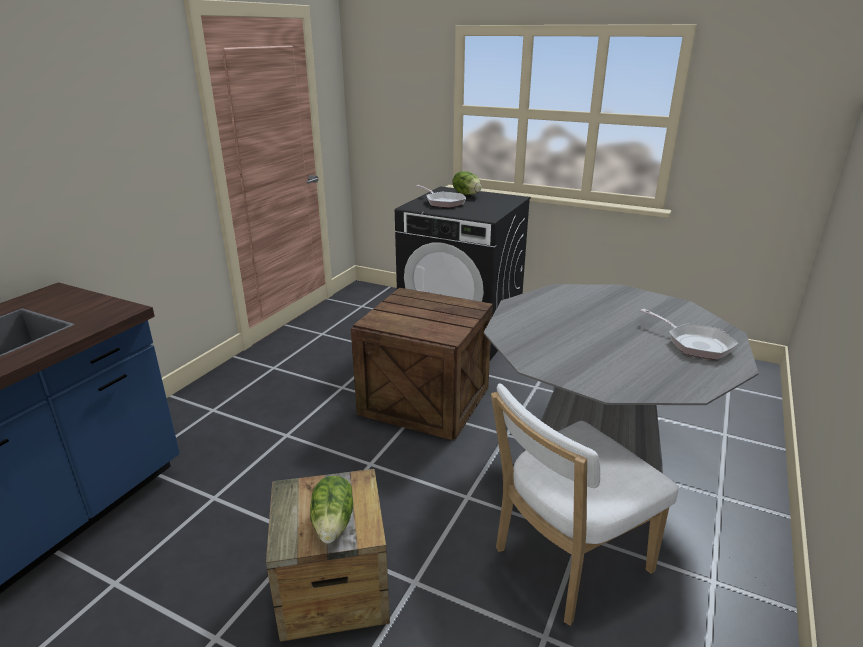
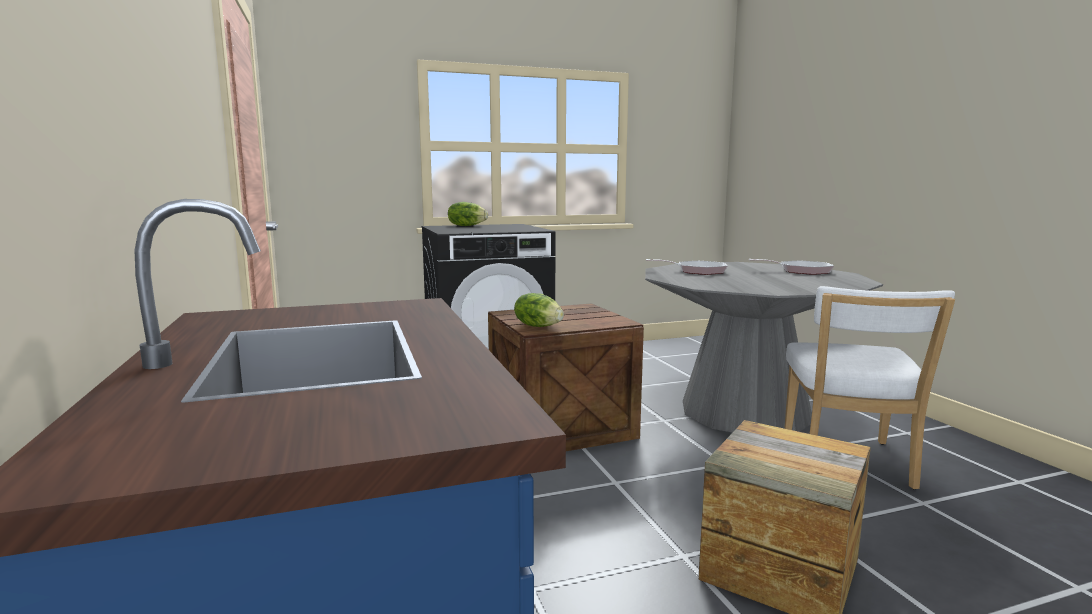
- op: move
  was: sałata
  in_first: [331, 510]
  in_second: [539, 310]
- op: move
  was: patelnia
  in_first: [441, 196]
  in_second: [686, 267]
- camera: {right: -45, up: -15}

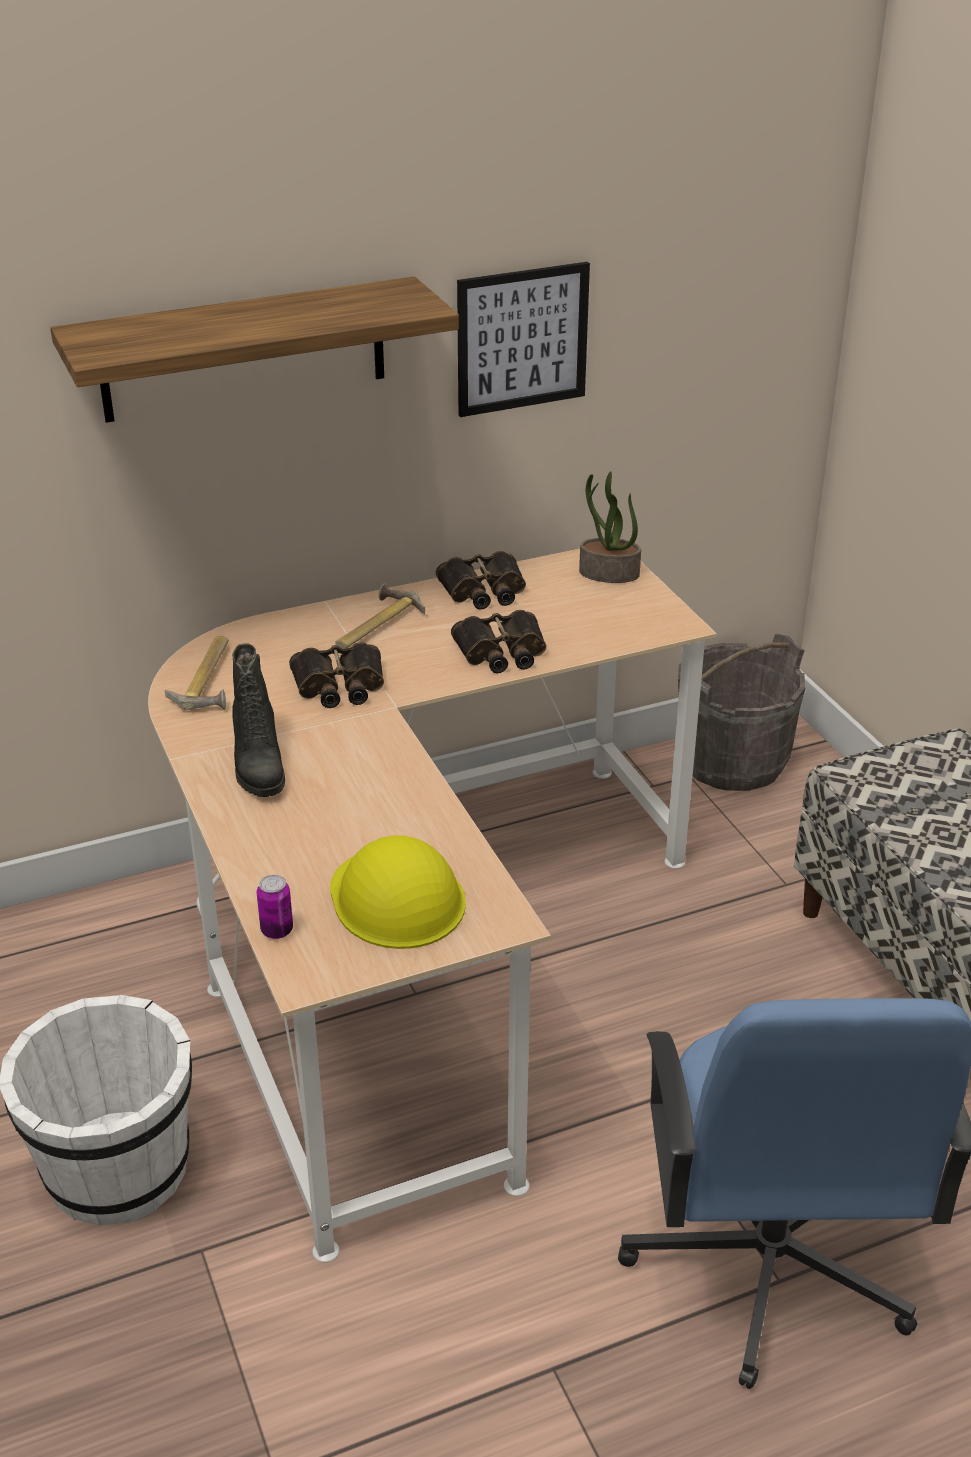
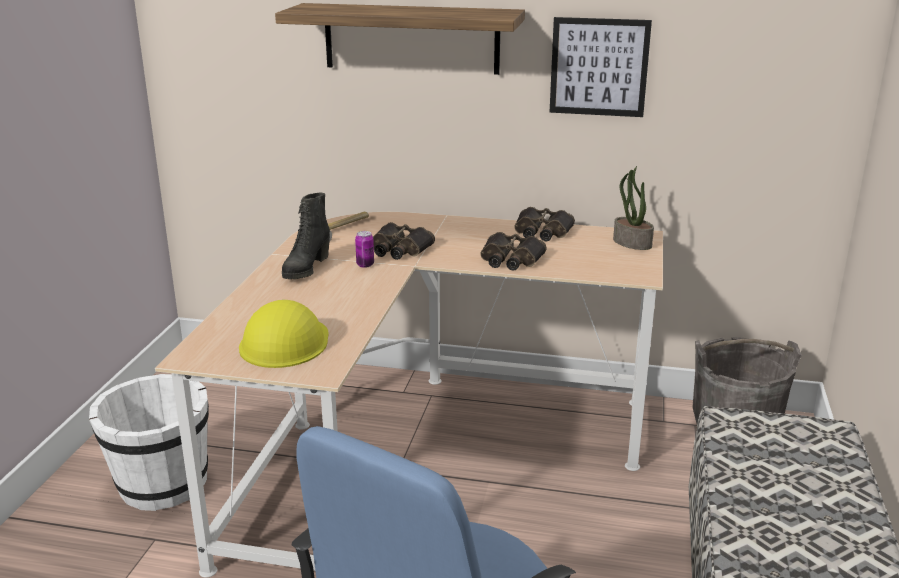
- op: move
  was: puszka
  in_first: [275, 907]
  in_second: [364, 249]
- op: delete
  was: młotek
  in_first: [380, 615]
- camera: {right: 35, up: -10}

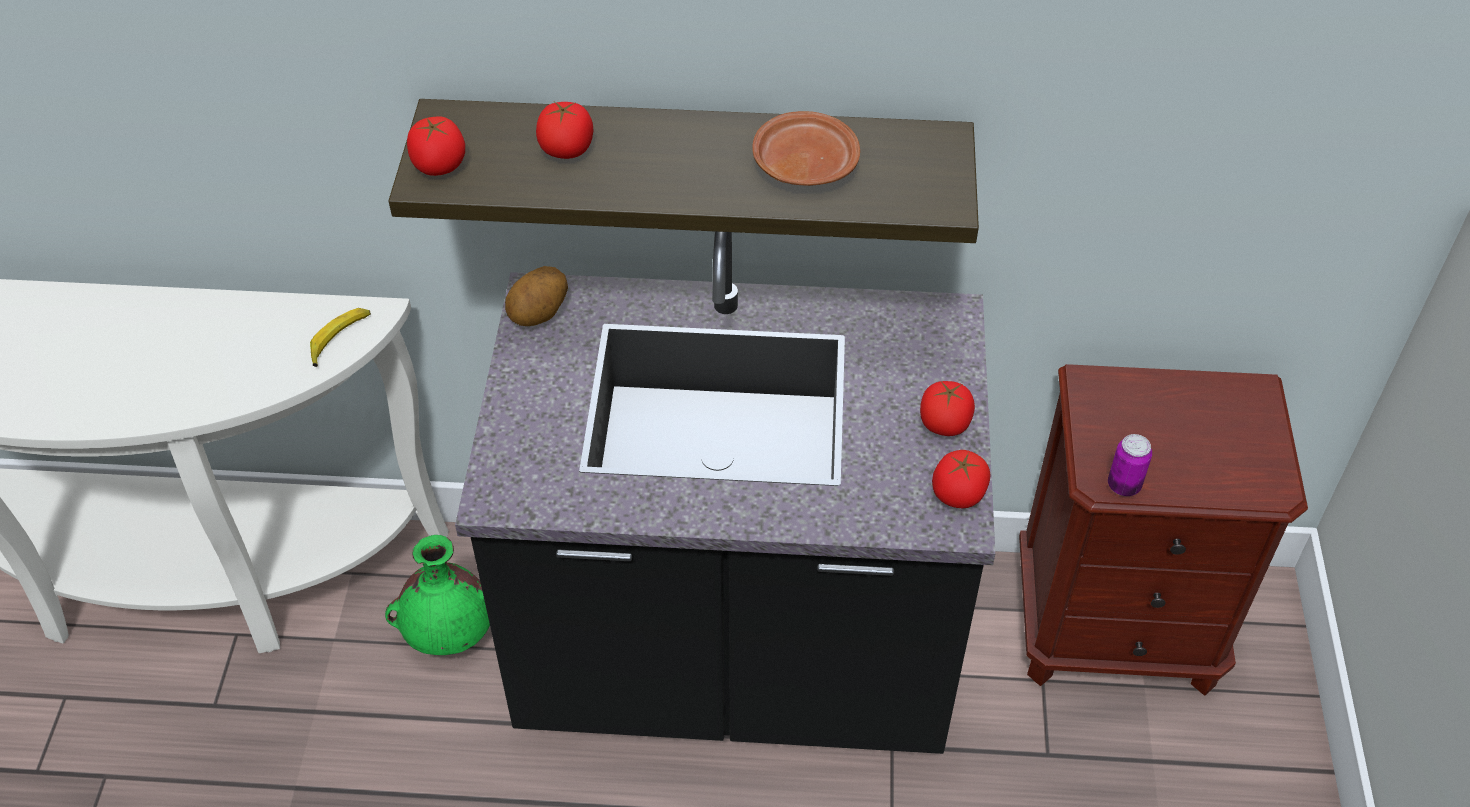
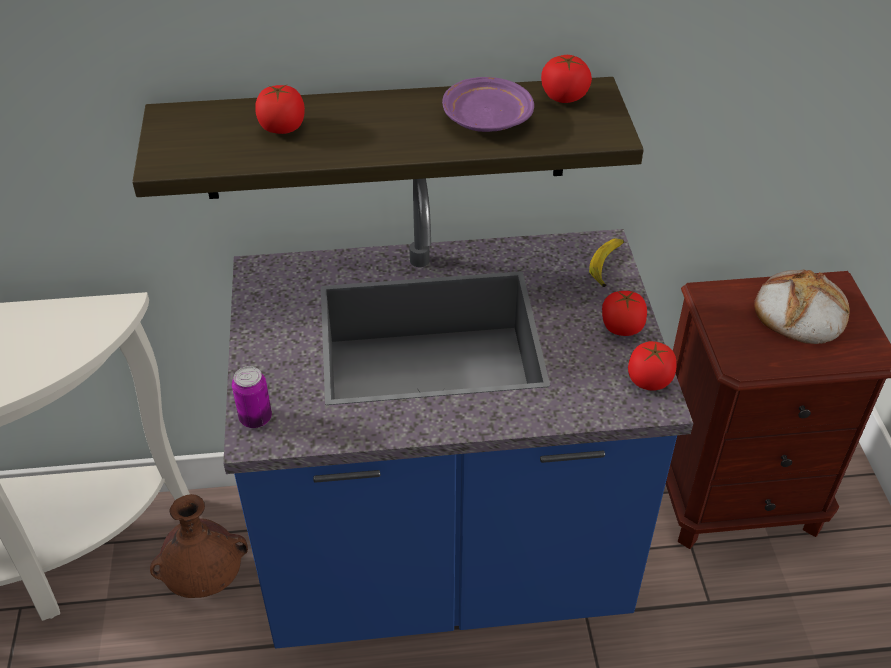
- op: recolor
  was: wazon/zielony
  now: wazon/brązowy
  in_first: [437, 595]
  in_second: [199, 546]
- op: recolor
  was: zabudowa kuchenna/czarny
  now: zabudowa kuchenna/niebieski
  in_first: [725, 493]
  in_second: [458, 413]
- op: move
  was: puszka
  in_first: [1130, 465]
  in_second: [252, 397]
- op: recolor
  was: talerz/brązowy
  now: talerz/fioletowy
  in_first: [806, 148]
  in_second: [488, 104]
- op: move
  was: pomidor
  in_first: [436, 146]
  in_second: [566, 79]
- op: move
  was: banan
  in_first: [340, 337]
  in_second: [606, 262]
- op: insert
  now: chleb
  in_second: [802, 306]
- op: delete
  was: ziemniak
  in_first: [536, 296]
- camera: {right: -10, up: -5}

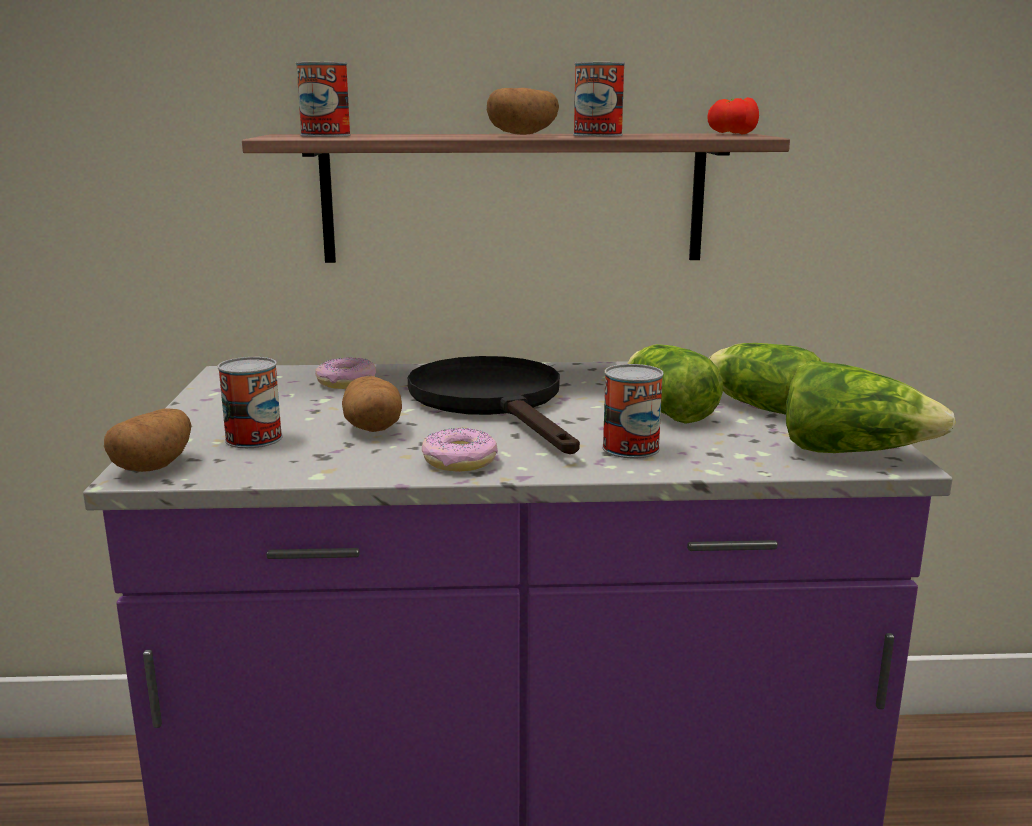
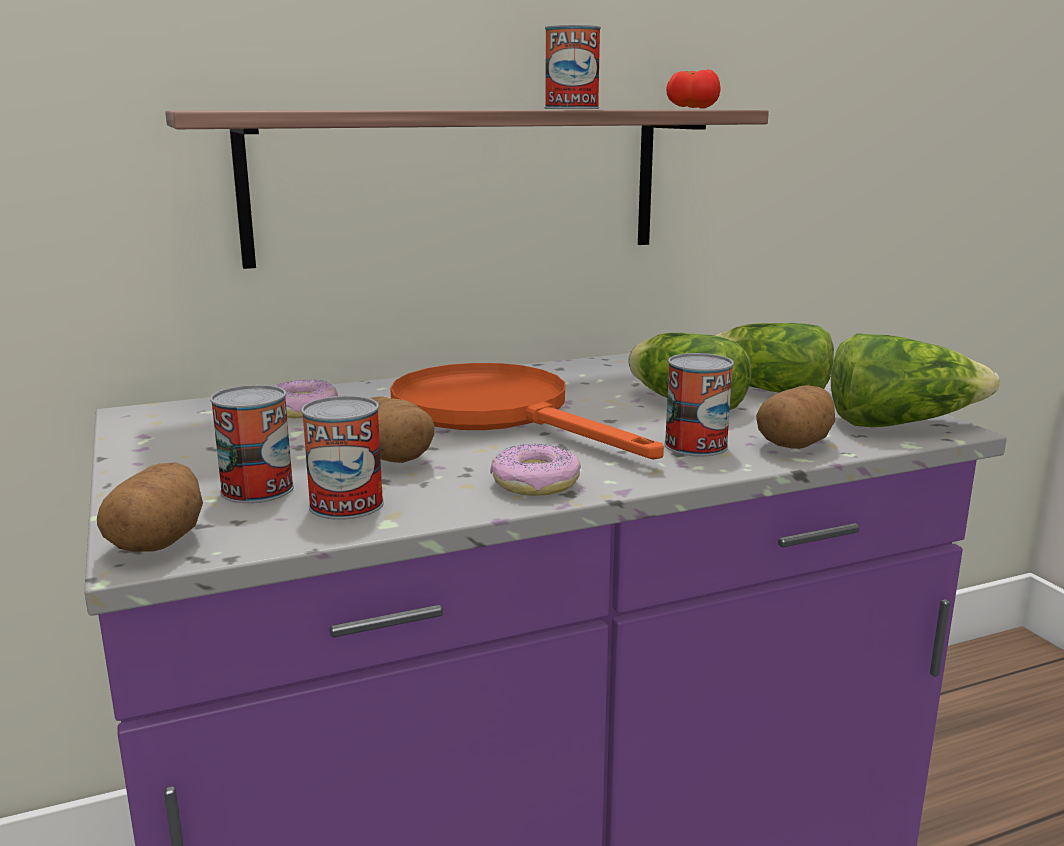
- op: move
  was: puszka
  in_first: [323, 99]
  in_second: [342, 458]
- op: recolor
  was: patelnia/czarny
  now: patelnia/pomarańczowy
  in_first: [494, 405]
  in_second: [527, 411]
- op: move
  was: ziemniak
  in_first: [523, 111]
  in_second: [795, 417]
- camera: {right: -20, up: 0}

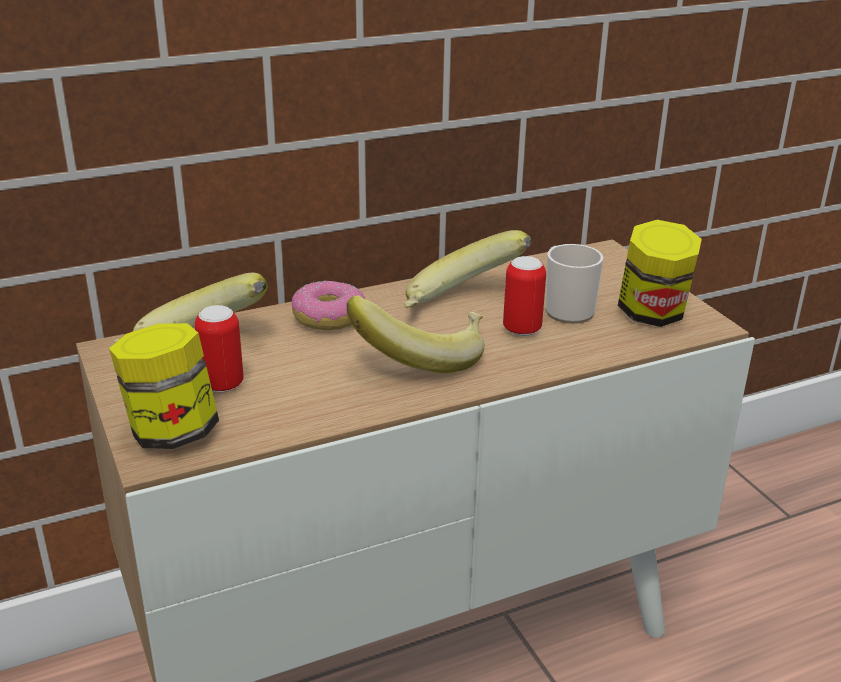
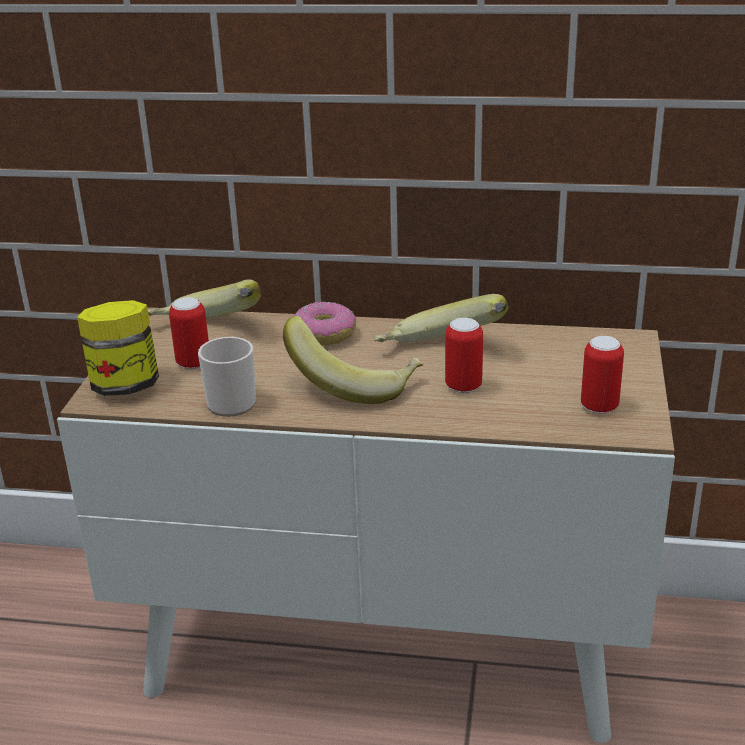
- op: move
  was: kubek
  in_first: [574, 283]
  in_second: [227, 377]
- op: replace
  was: słoik
  now: puszka
  in_first: [660, 273]
  in_second: [602, 375]
- camera: {right: 35, up: 0}

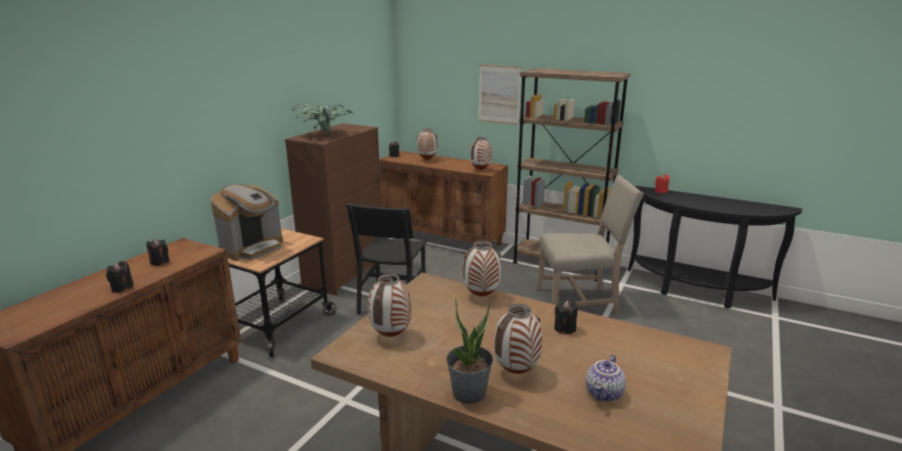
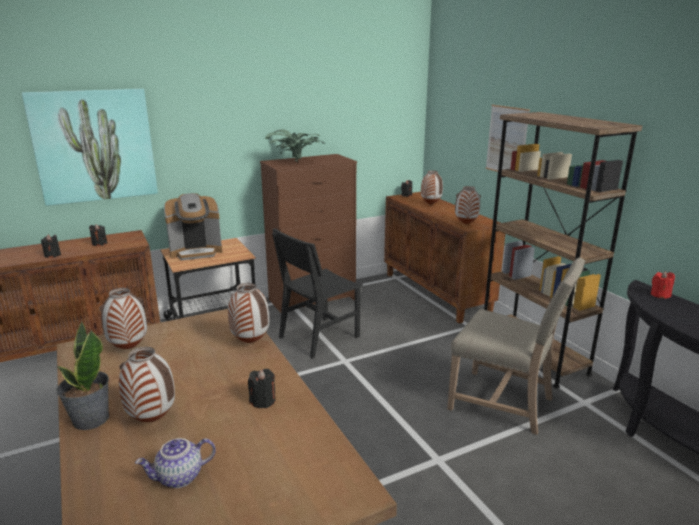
- op: insert
  now: obraz
  in_second: [90, 147]
- camera: {right: 35, up: 0}

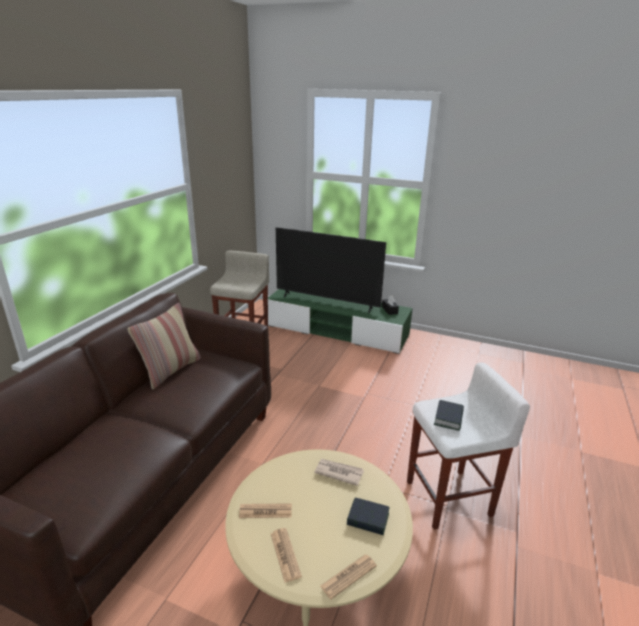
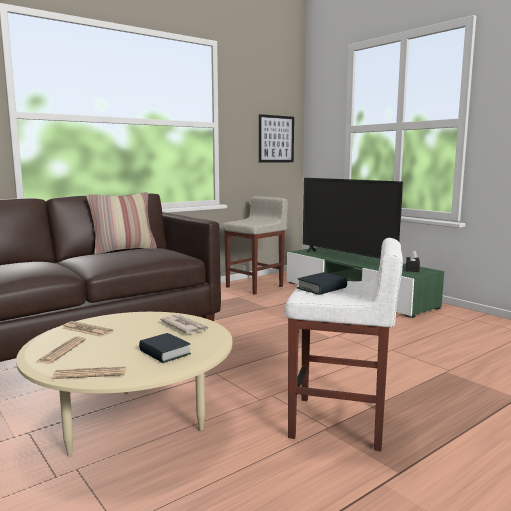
- op: insert
  now: obraz
  in_second: [276, 138]
- camera: {right: 30, up: -15}

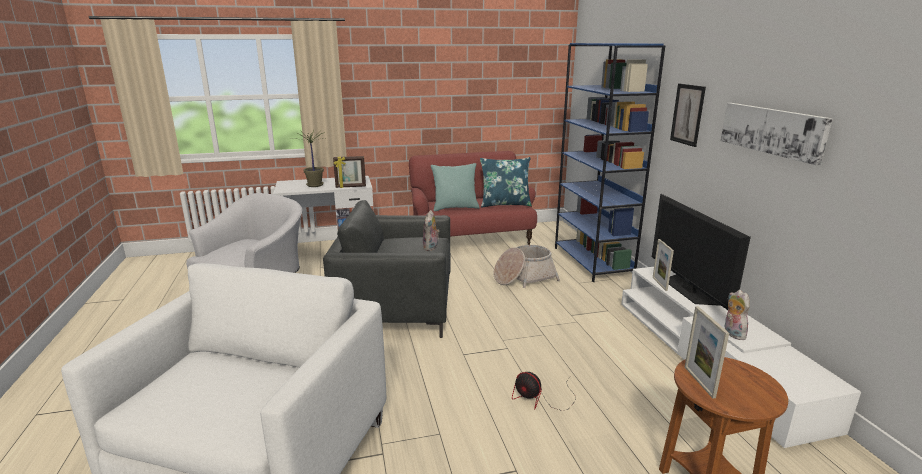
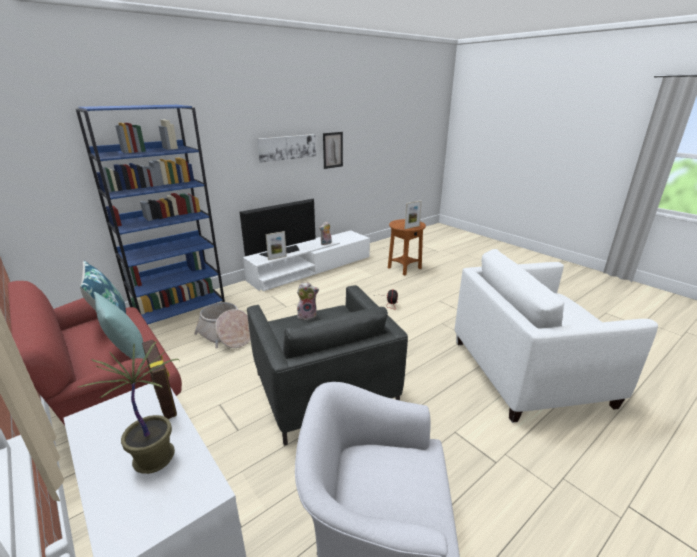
- op: move
  was: obraz
  in_first: [688, 115]
  in_second: [333, 150]
- camera: {right: -115, up: 5}

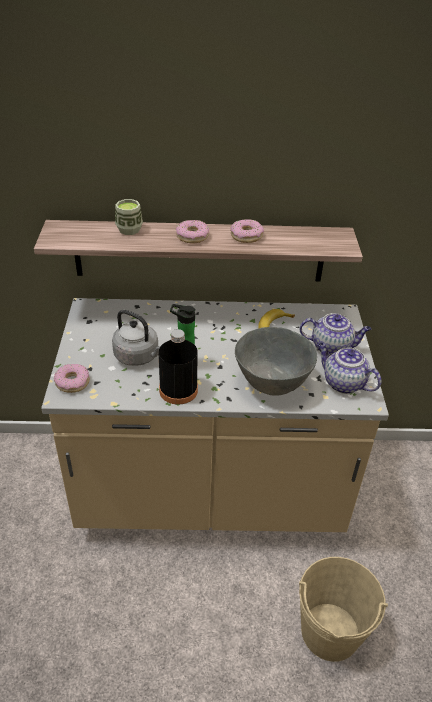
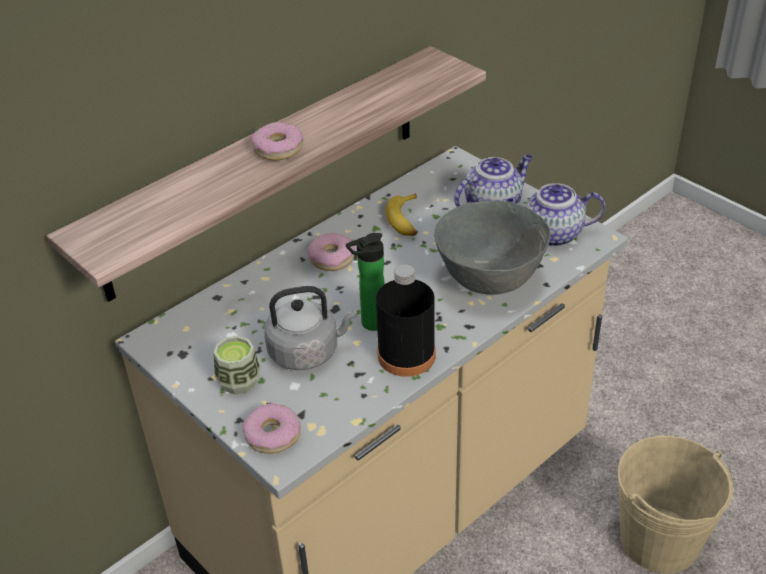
- op: move
  was: filiżanka
  in_first: [129, 217]
  in_second: [237, 365]
- op: move
  was: donut
  in_first: [247, 231]
  in_second: [331, 252]
- camera: {right: -40, up: 0}

